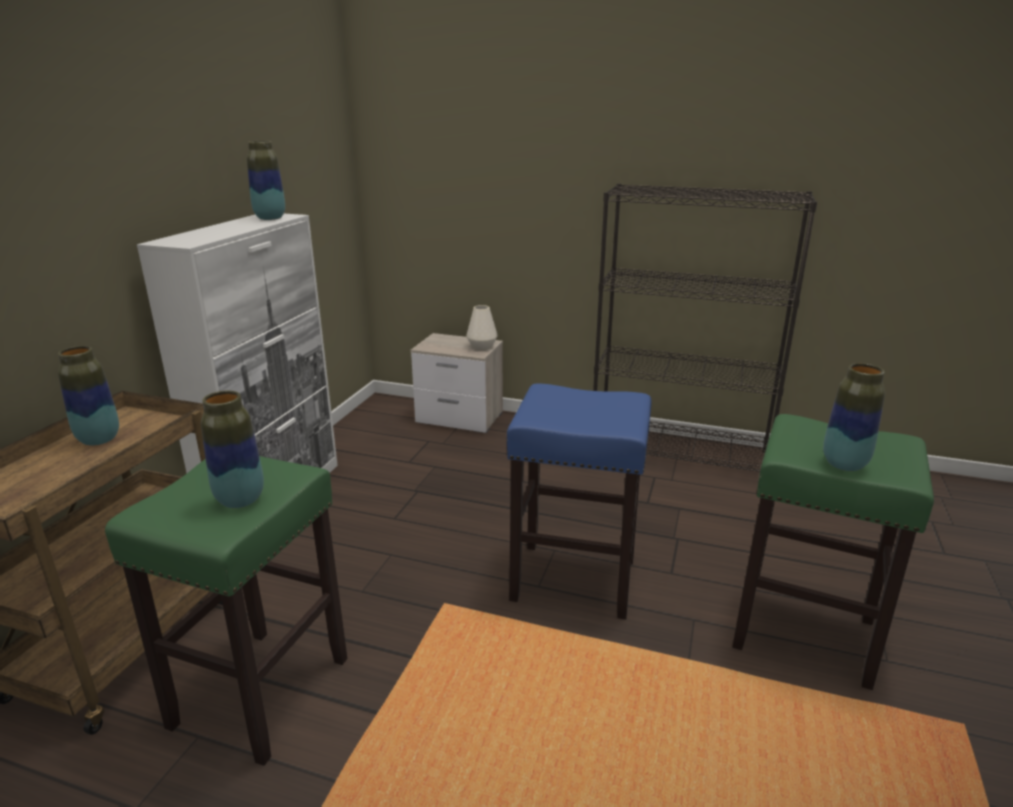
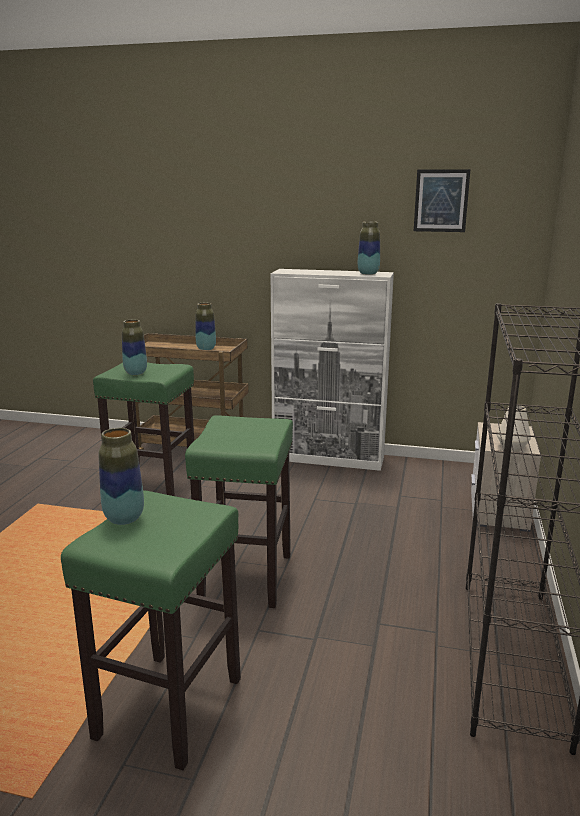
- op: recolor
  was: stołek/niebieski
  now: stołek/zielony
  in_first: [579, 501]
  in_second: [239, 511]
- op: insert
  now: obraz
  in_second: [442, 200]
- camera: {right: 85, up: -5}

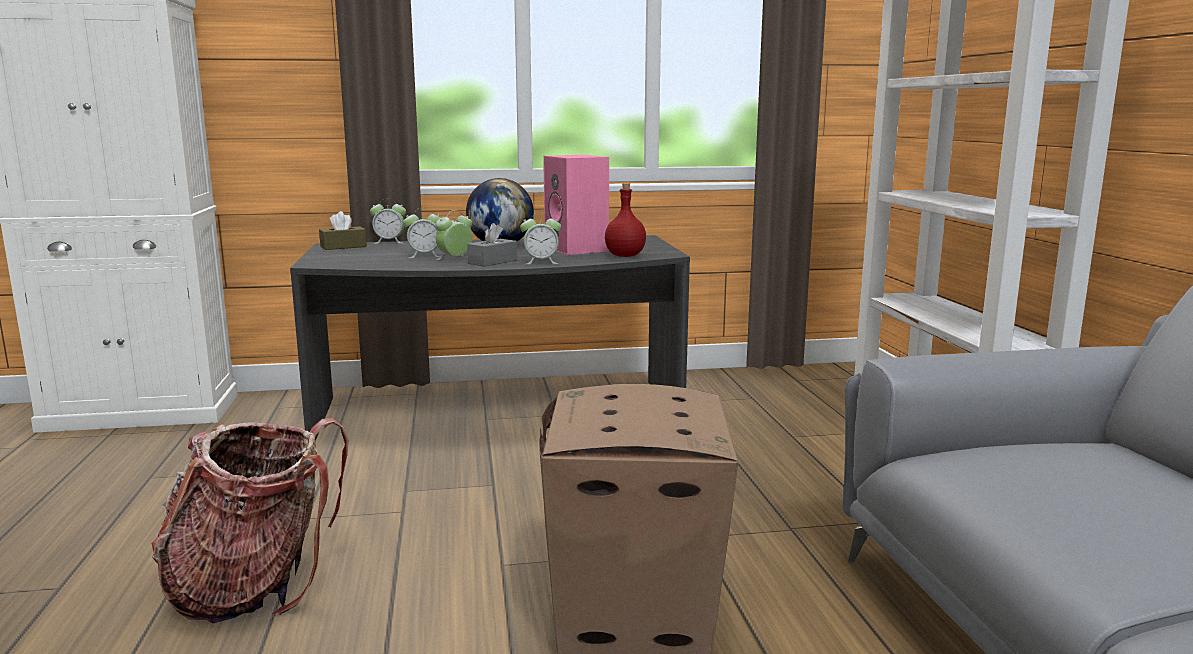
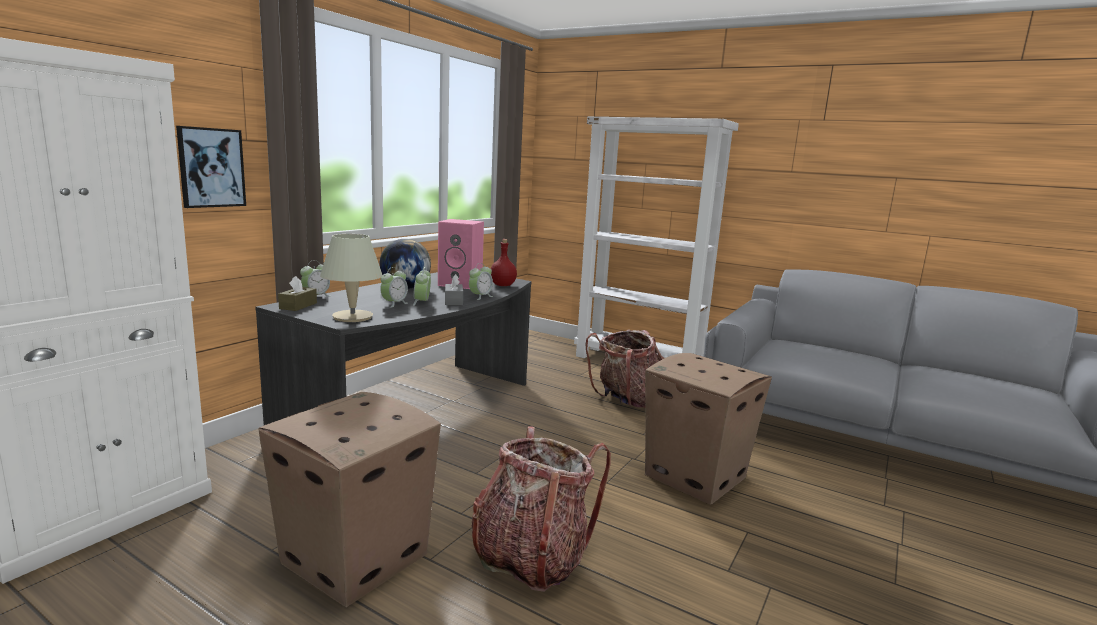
- op: insert
  now: obraz
  in_second: [211, 167]
- op: insert
  now: karton
  in_second: [350, 499]
- op: insert
  now: lampa stołowa/beżowy
  in_second: [351, 278]
- op: insert
  now: plecak
  in_second: [625, 368]
- camera: {right: -50, up: 0}

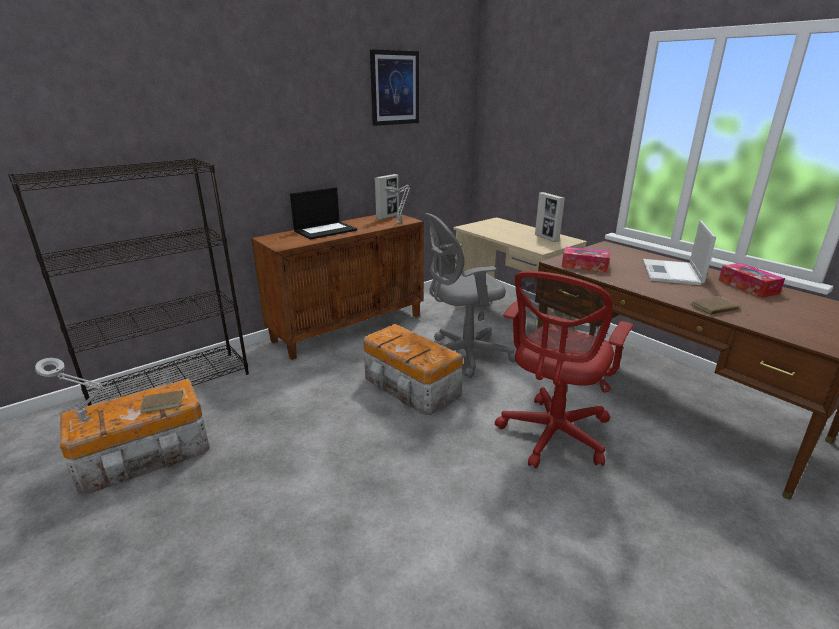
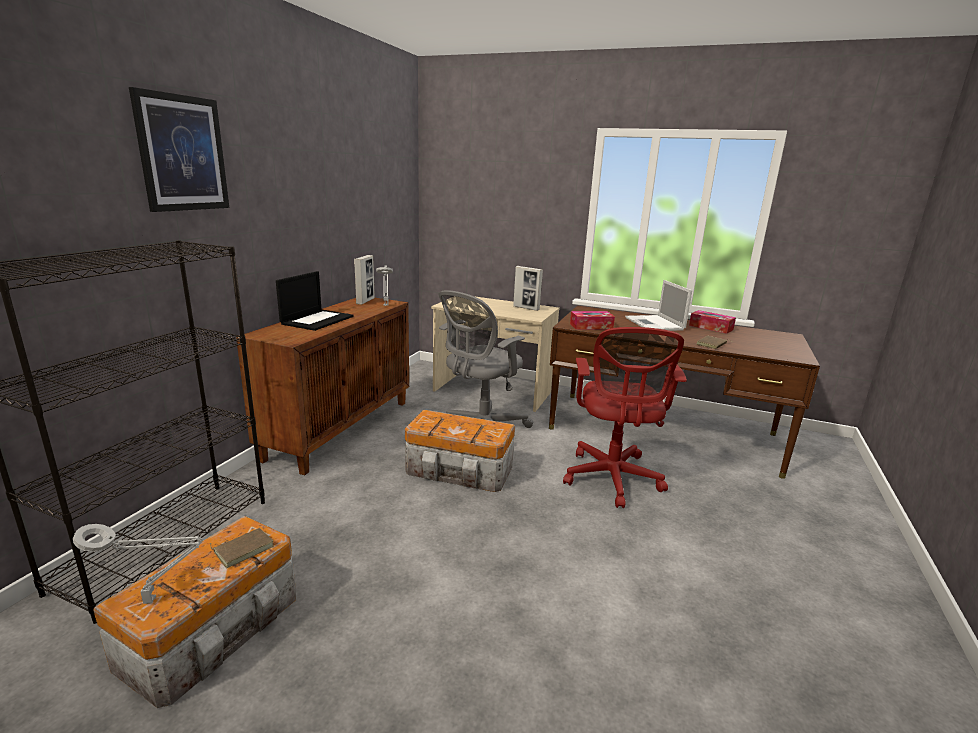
- op: move
  was: obraz
  in_first: [394, 87]
  in_second: [179, 149]
- camera: {right: -30, up: -5}

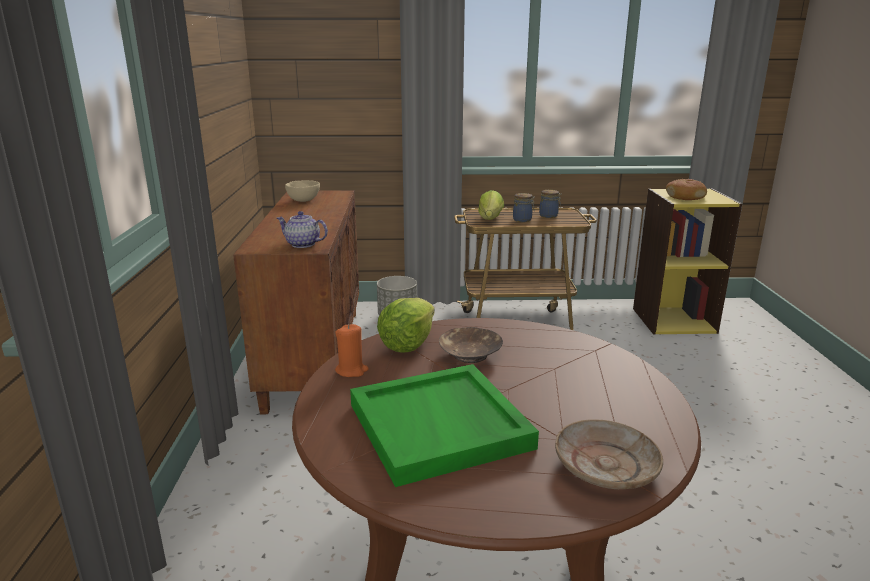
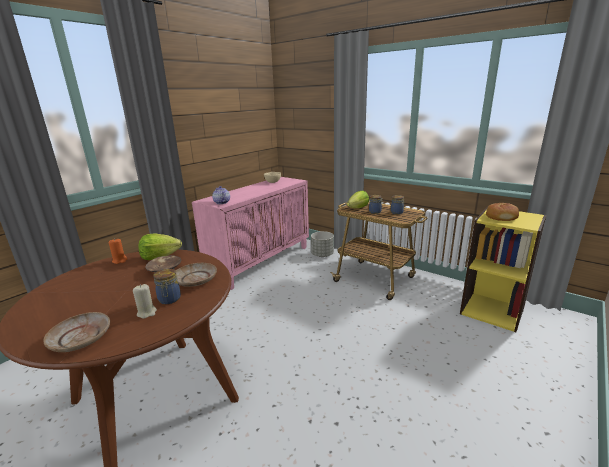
- op: insert
  now: świeca/beżowy
  in_second: [145, 301]
- op: insert
  now: słoik
  in_second: [167, 286]
- op: insert
  now: talerz/beżowy
  in_second: [196, 275]
- op: recolor
  was: szafka/brązowy
  now: szafka/różowy
  in_first: [296, 302]
  in_second: [250, 233]
- op: delete
  was: taca/zielony
  in_first: [444, 425]
- camera: {right: 40, up: 0}

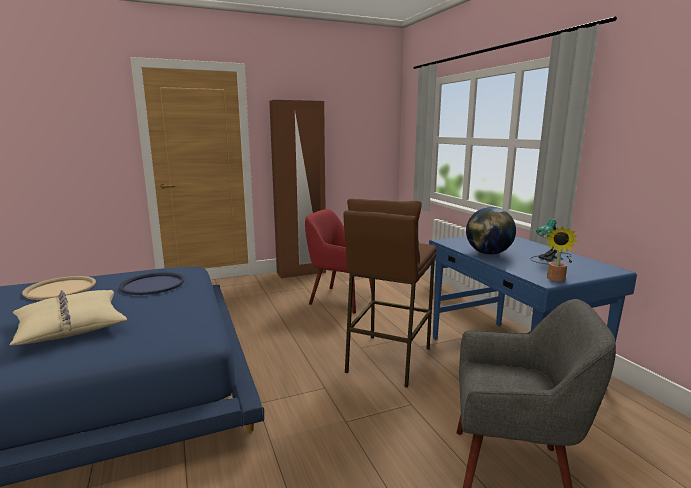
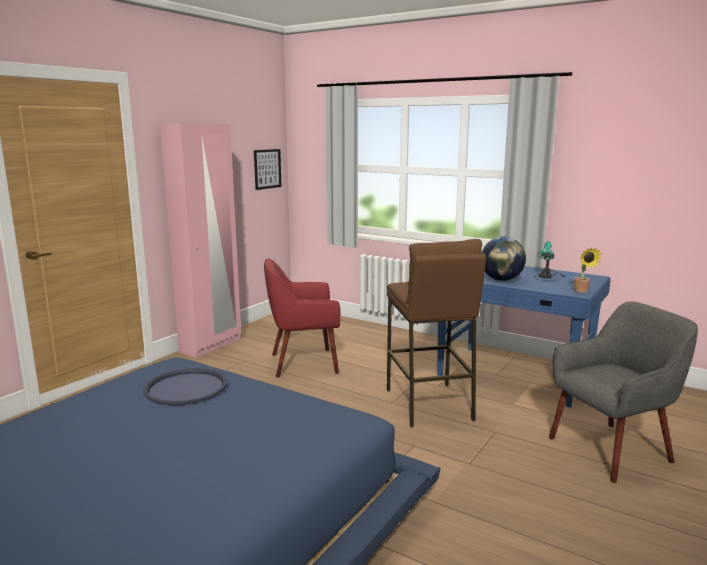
- op: recolor
  was: szafa/brązowy
  now: szafa/różowy
  in_first: [297, 189]
  in_second: [200, 240]
- op: insert
  now: obraz
  in_second: [268, 169]
- op: delete
  was: poduszka/beżowy
  in_first: [68, 317]
- op: delete
  was: taca/beżowy
  in_first: [59, 288]
- camera: {right: -35, up: 0}

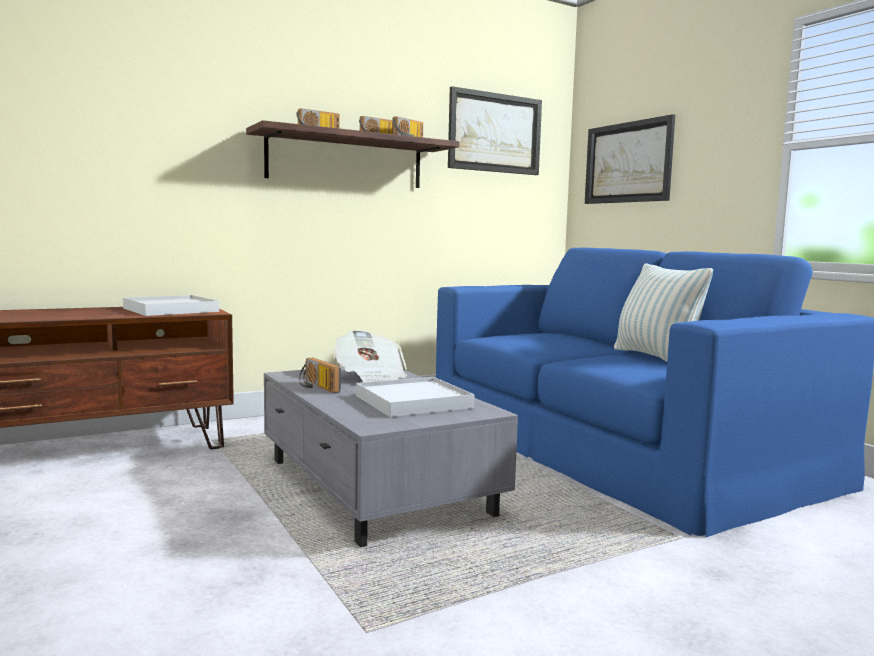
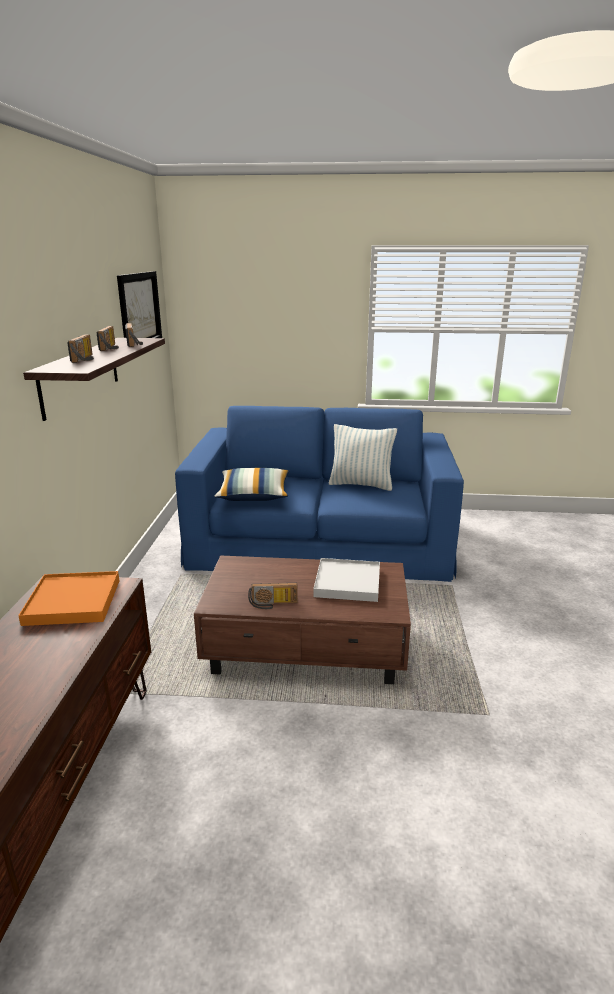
- op: recolor
  was: taca/biały
  now: taca/pomarańczowy
  in_first: [171, 305]
  in_second: [69, 598]
- op: recolor
  was: ława/szary
  now: ława/brązowy
  in_first: [391, 456]
  in_second: [302, 619]
- op: insert
  now: poduszka
  in_second: [251, 484]
- op: delete
  was: gazeta
  in_first: [370, 356]
- op: delete
  was: obraz
  in_first: [630, 159]
- camera: {right: -55, up: 15}

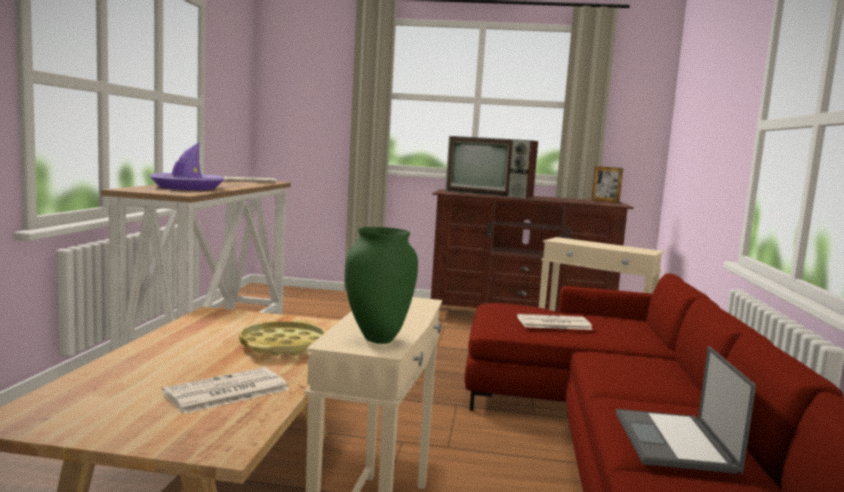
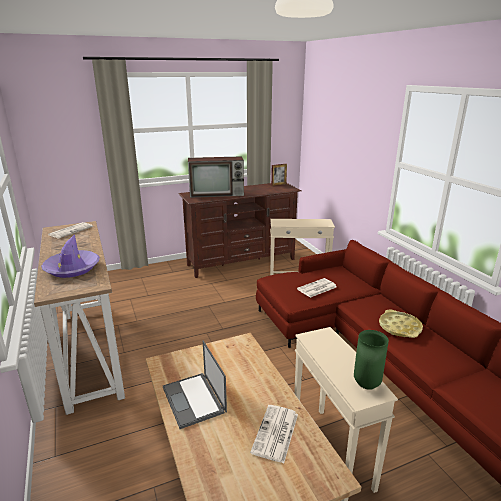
- op: move
  was: laptop
  in_first: [686, 410]
  in_second: [195, 385]
- op: move
  was: taca/żółty
  in_first: [282, 338]
  in_second: [401, 324]
- camera: {right: -30, up: 15}

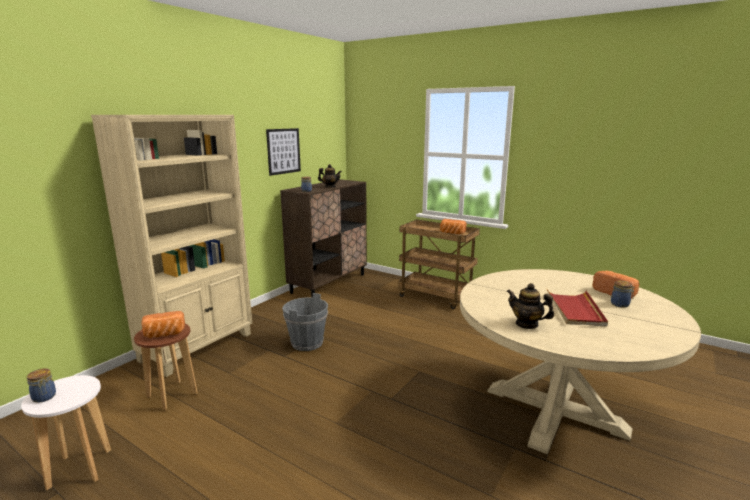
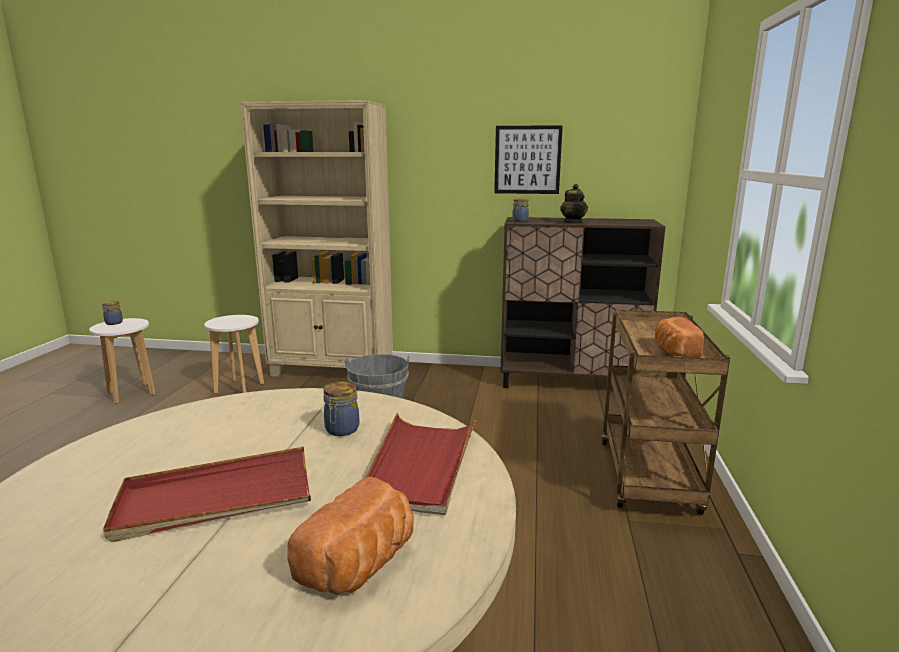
- op: recolor
  was: stołek/brązowy
  now: stołek/biały
  in_first: [166, 366]
  in_second: [234, 354]
- op: move
  was: słoik
  in_first: [623, 294]
  in_second: [341, 408]
- op: insert
  now: taca/czerwony
  in_second: [421, 464]
- op: delete
  was: chleb
  in_first: [163, 324]
- op: delete
  was: imbryk
  in_first: [530, 306]
- camera: {right: 65, up: 0}

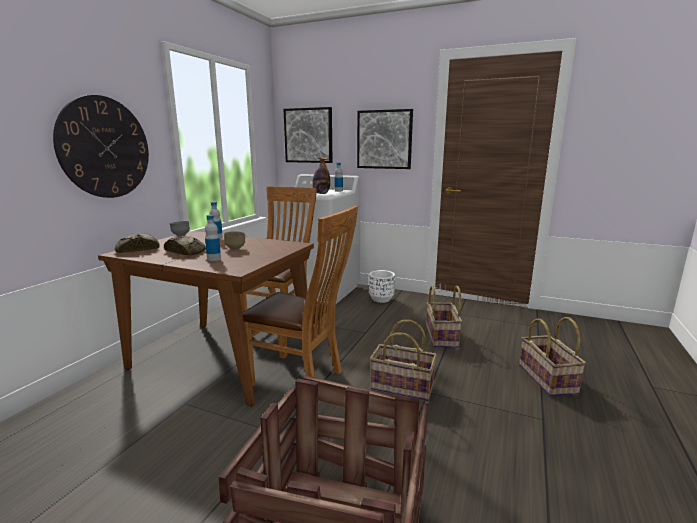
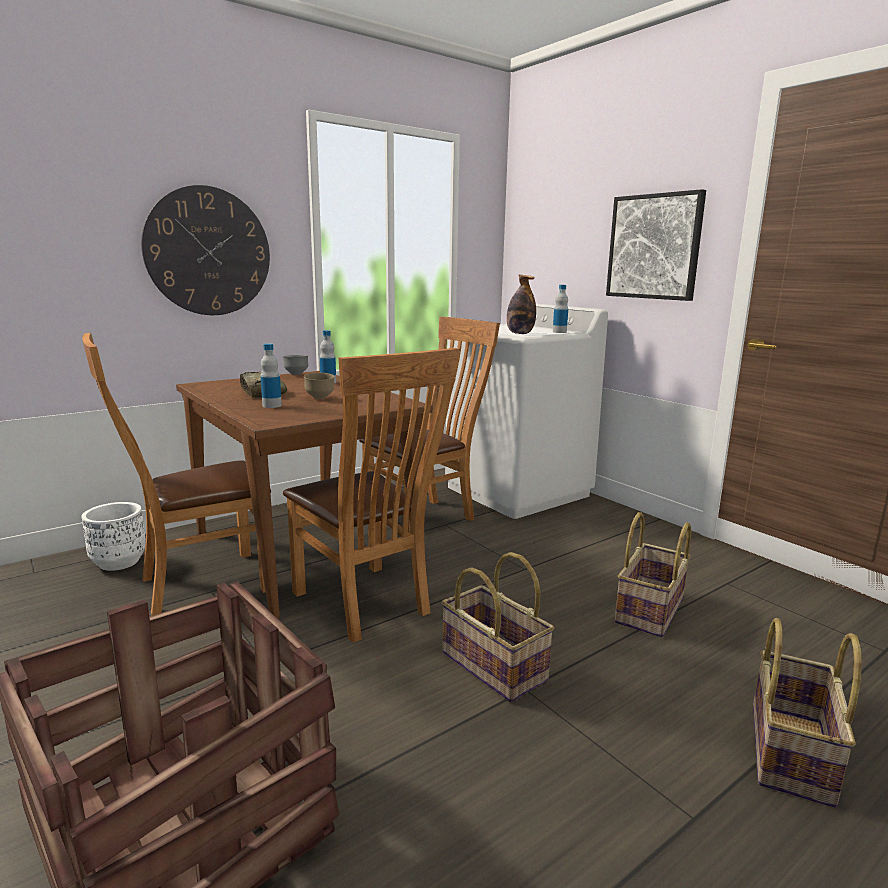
- op: move
  was: donica/biały
  in_first: [382, 286]
  in_second: [113, 536]
- op: insert
  now: krzesło/brązowy
  in_second: [176, 474]
- op: delete
  was: chleb
  in_first: [137, 243]
- op: delete
  was: obraz
  in_first: [307, 135]
- camera: {right: 30, up: 0}

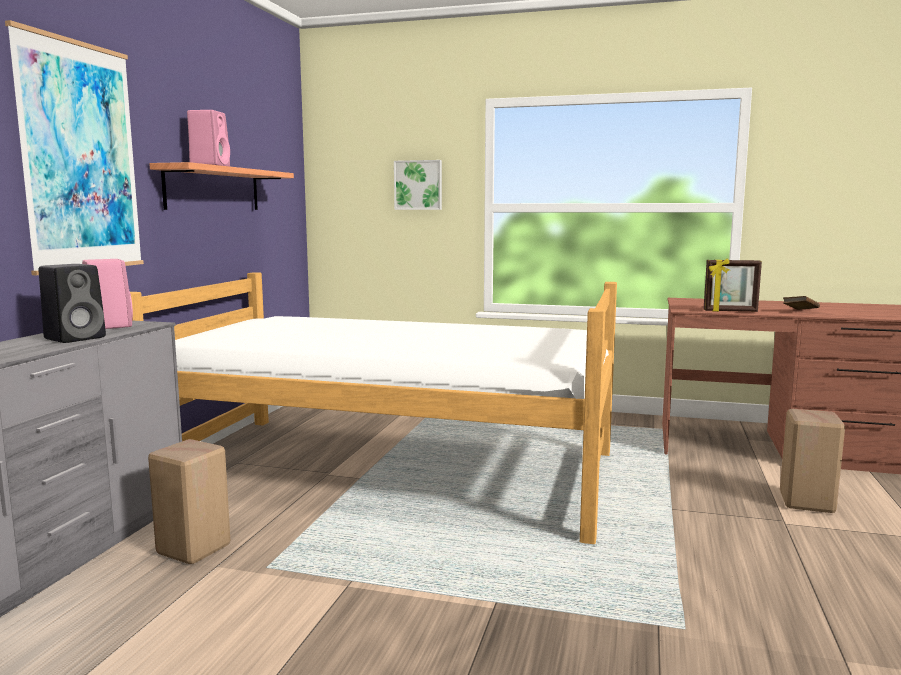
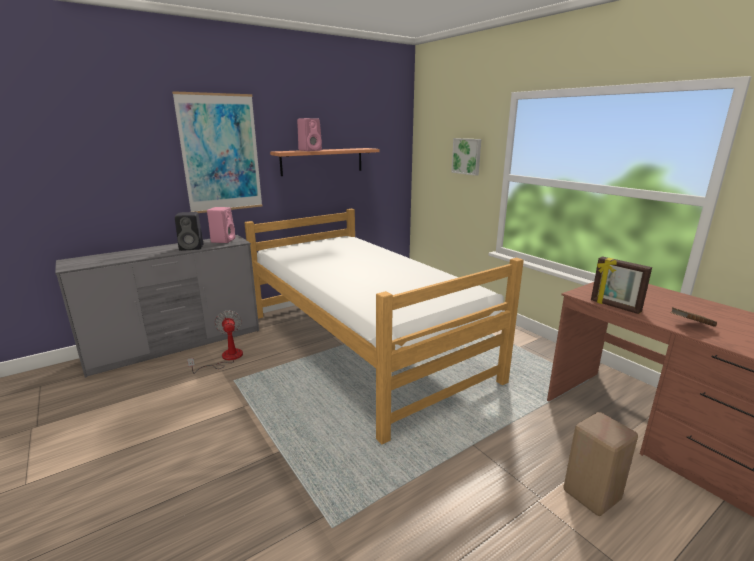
- op: replace
  was: stołek/beżowy
  now: wentylator
  in_first: [189, 501]
  in_second: [215, 342]
- camera: {right: 40, up: 10}

